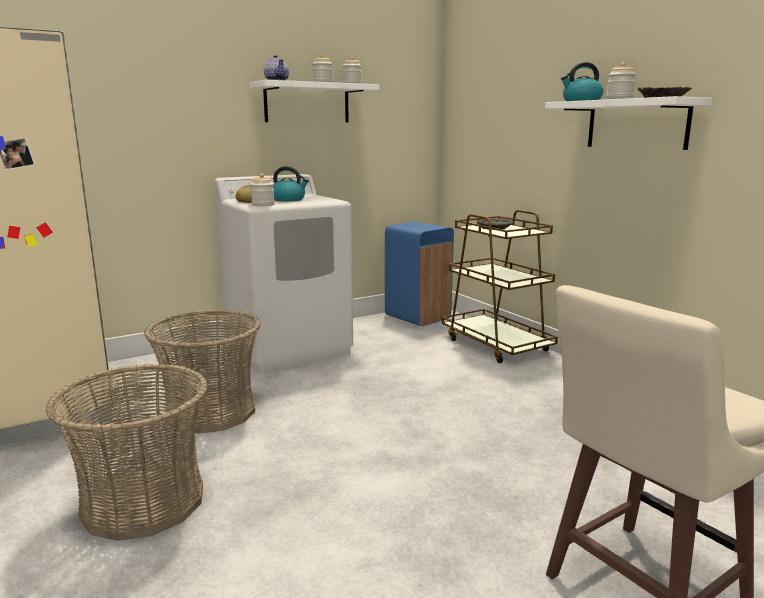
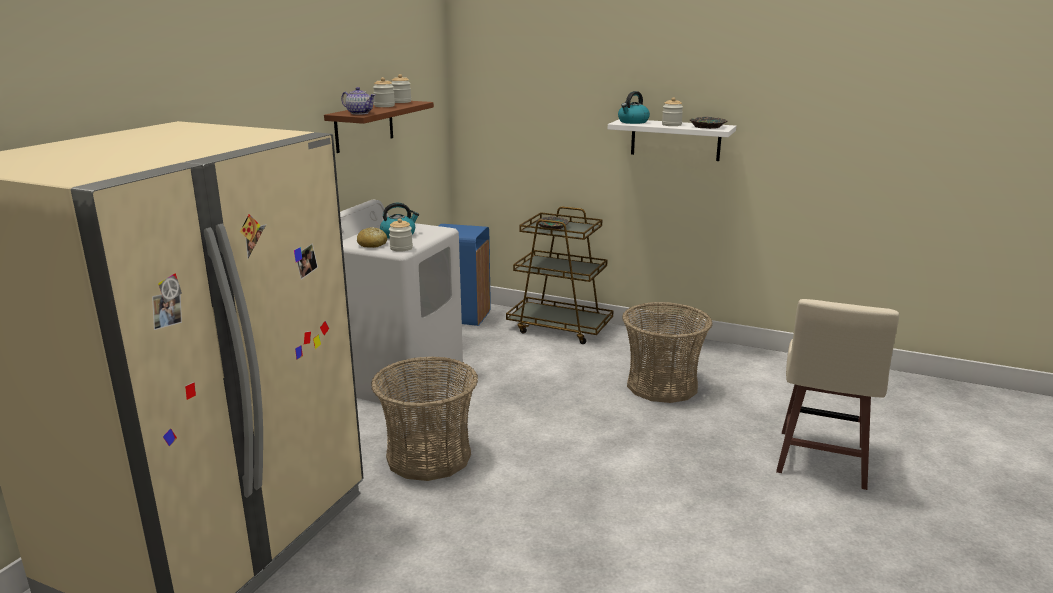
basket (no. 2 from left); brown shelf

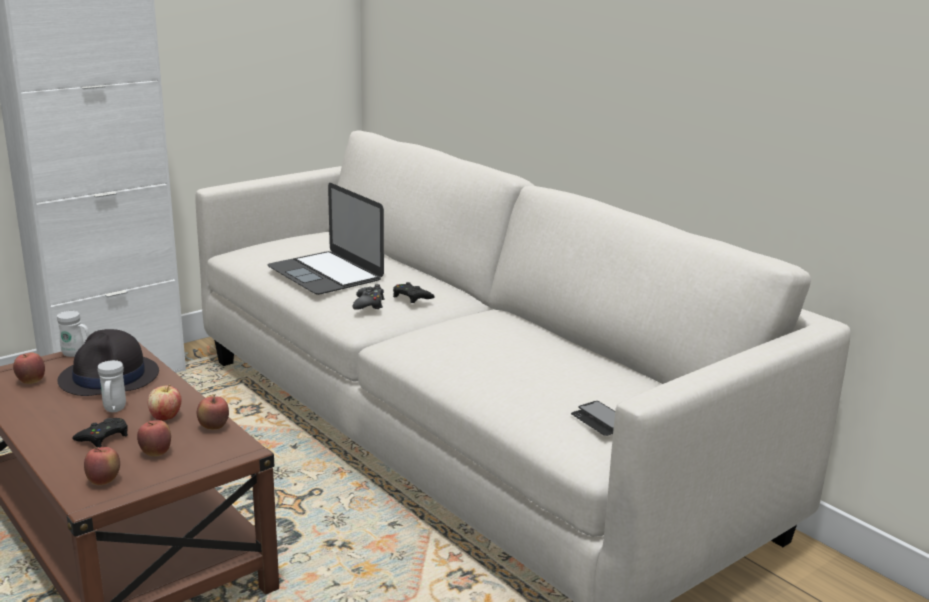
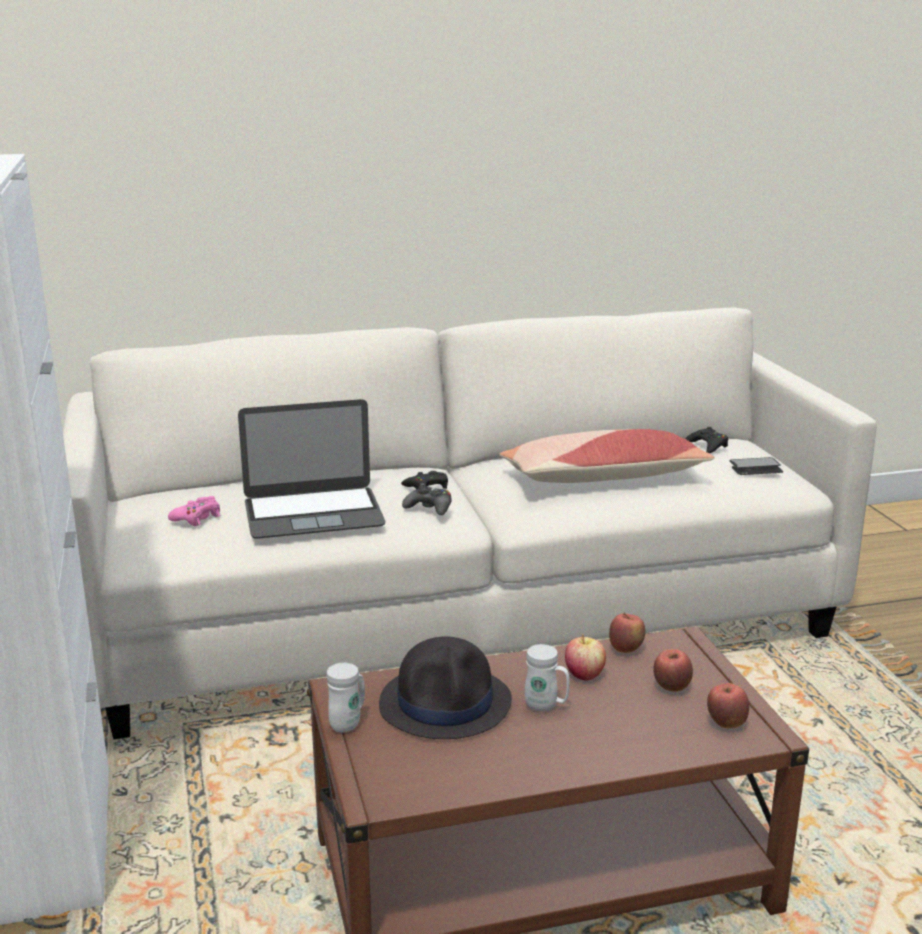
apple (no. 1 from left in the first image); pink game controller; pillow; black game controller (no. 3 from left)

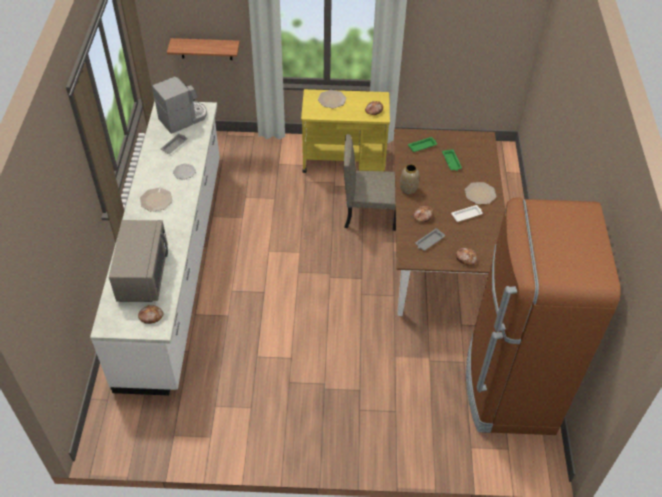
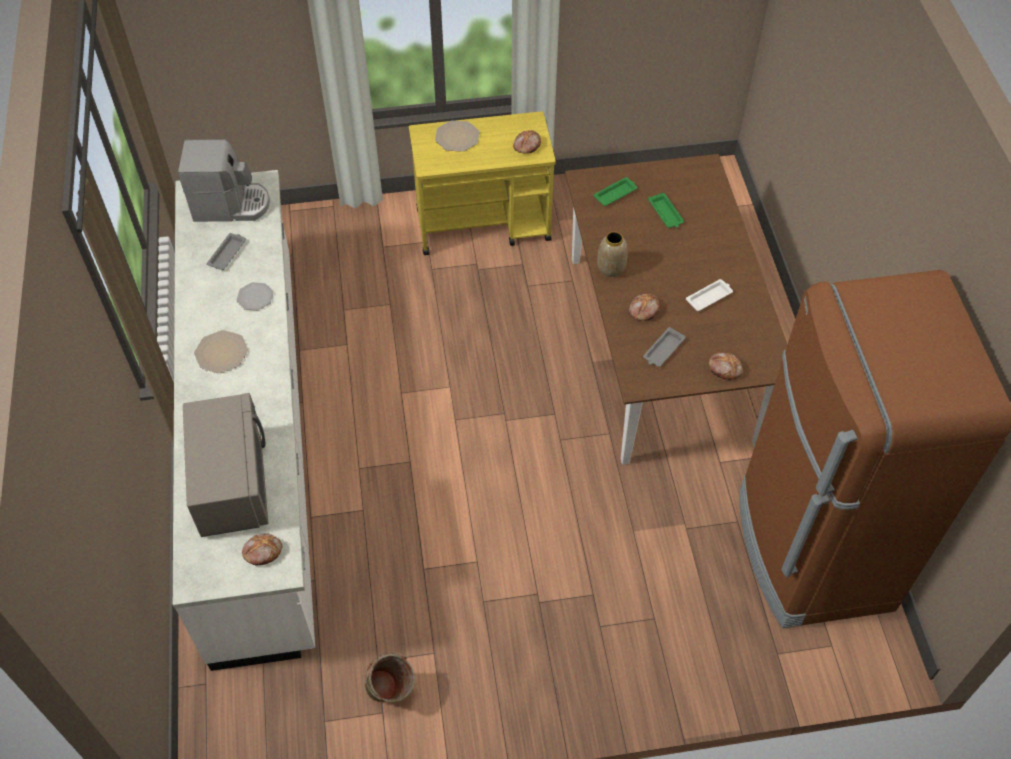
shelf; beige chair; plate (no. 4 from left in the first image); green bucket; coffee machine

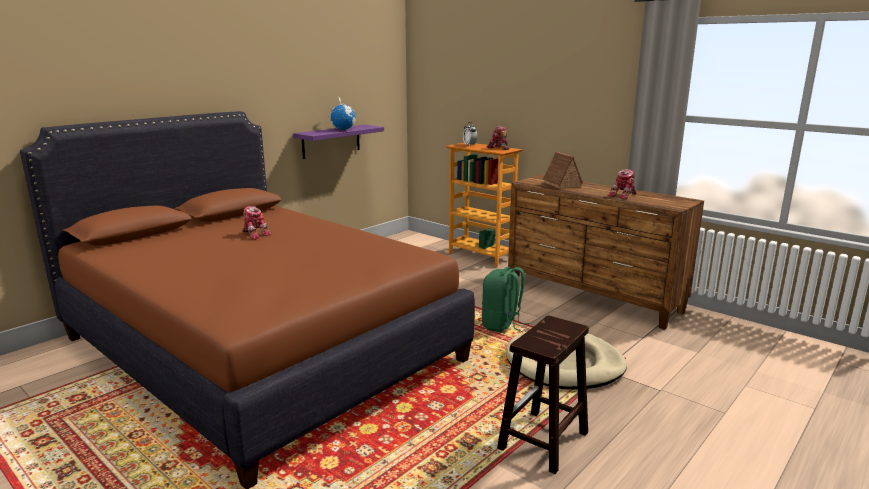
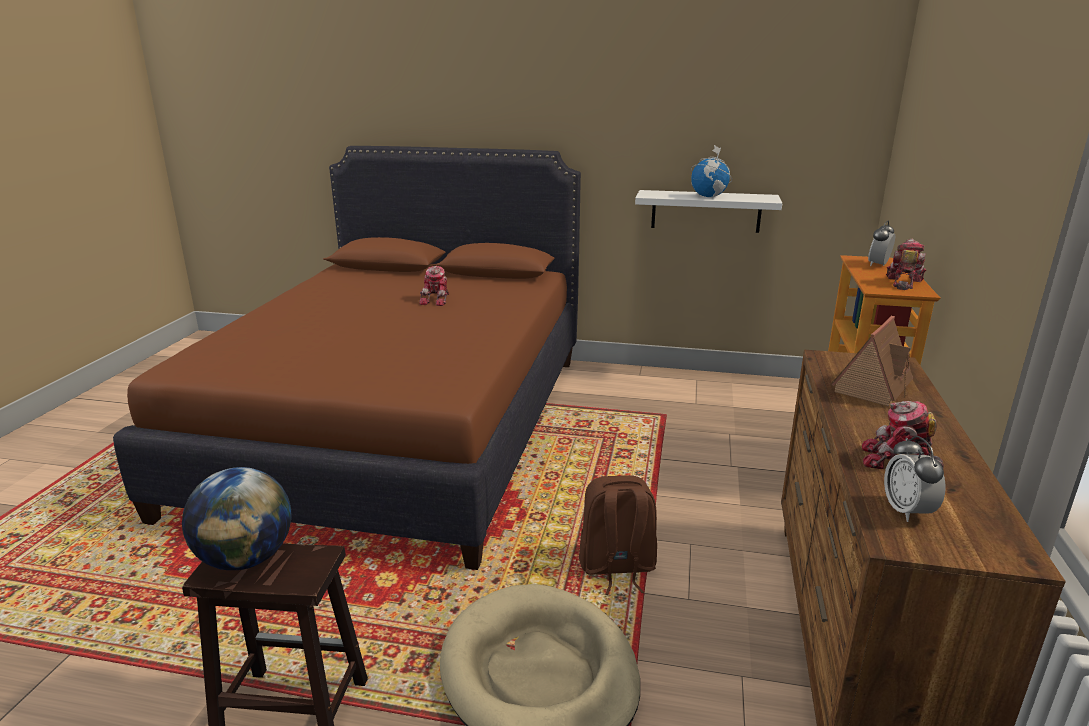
globe (no. 1 from left); alarm clock (no. 2 from left); white shelf; brown backpack

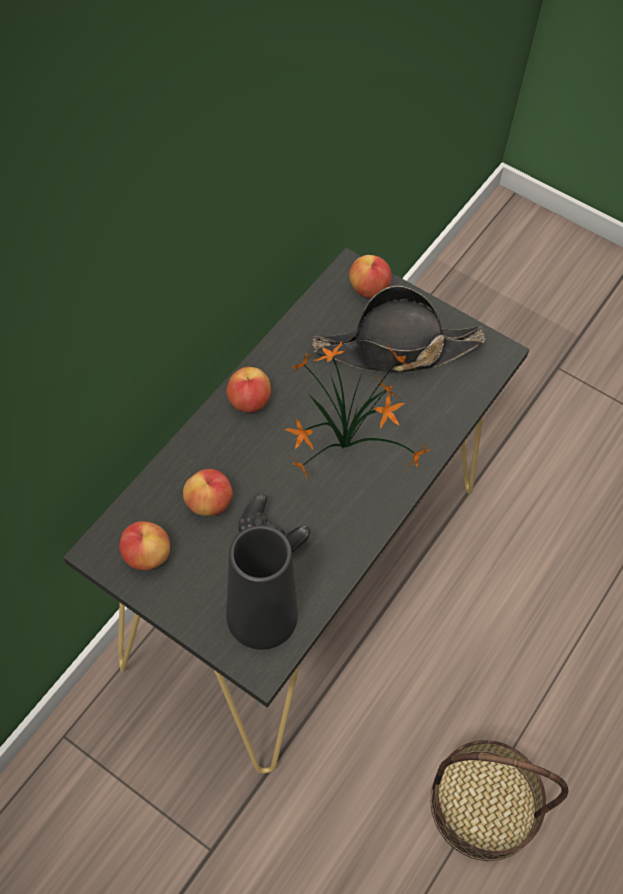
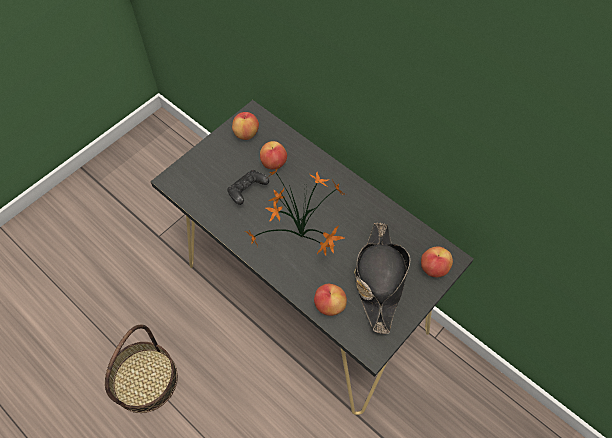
black vase; apple (no. 3 from left)

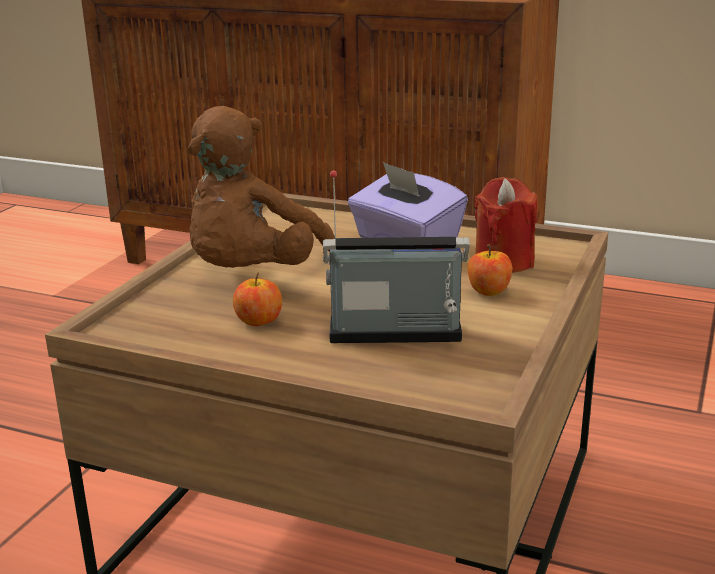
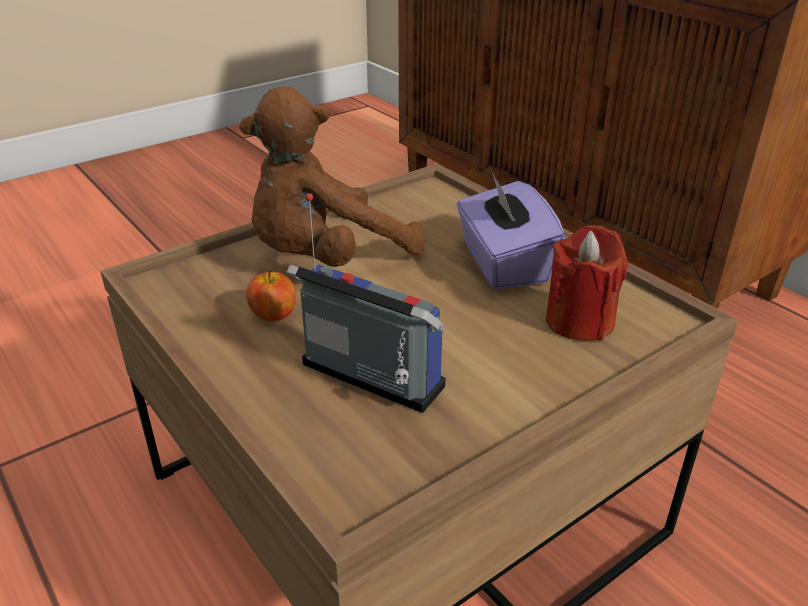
apple (no. 2 from left in the first image)

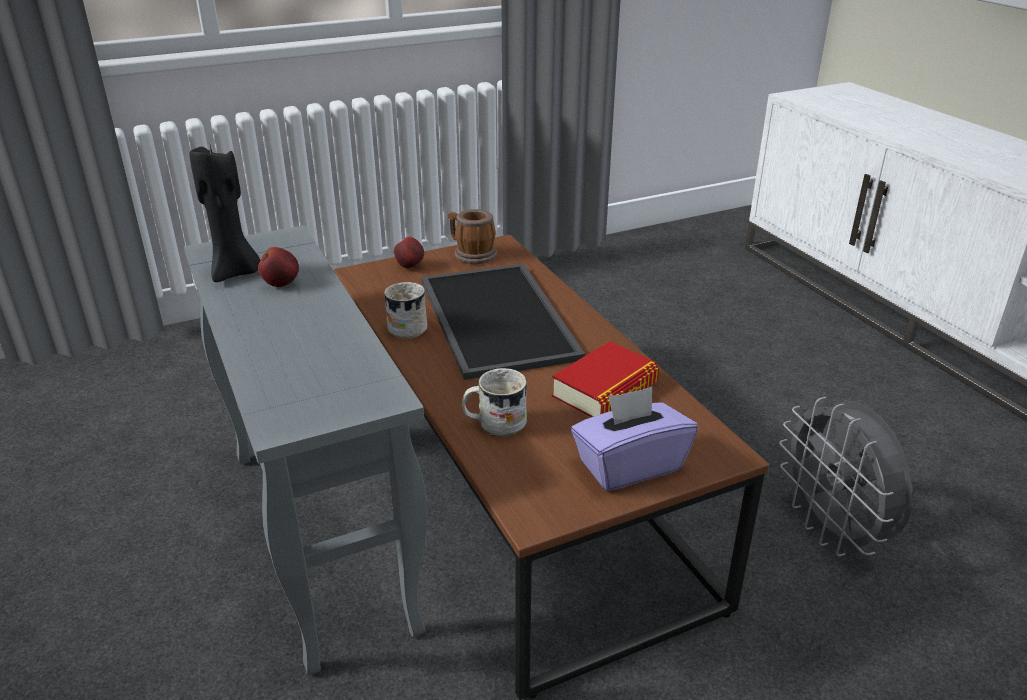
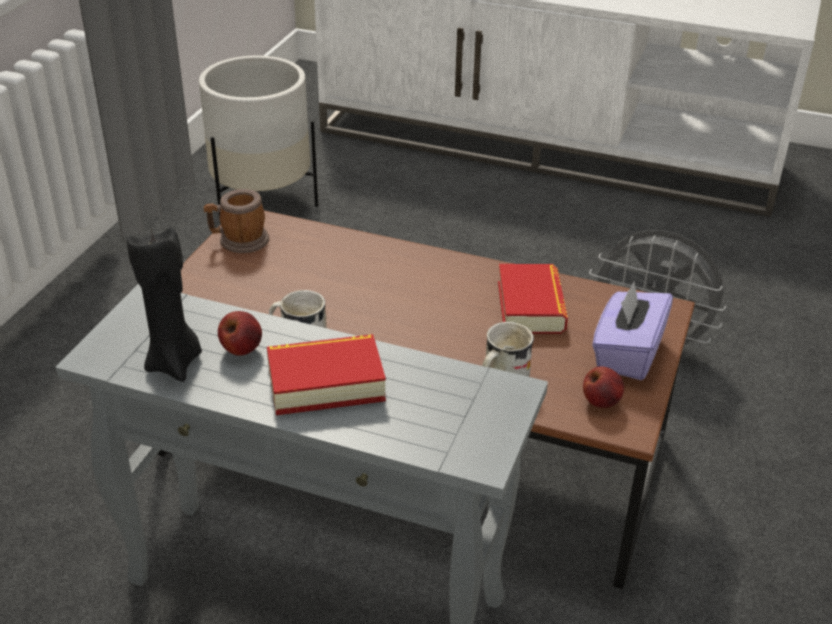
tray; white planter; book (no. 1 from left); apple (no. 2 from left)

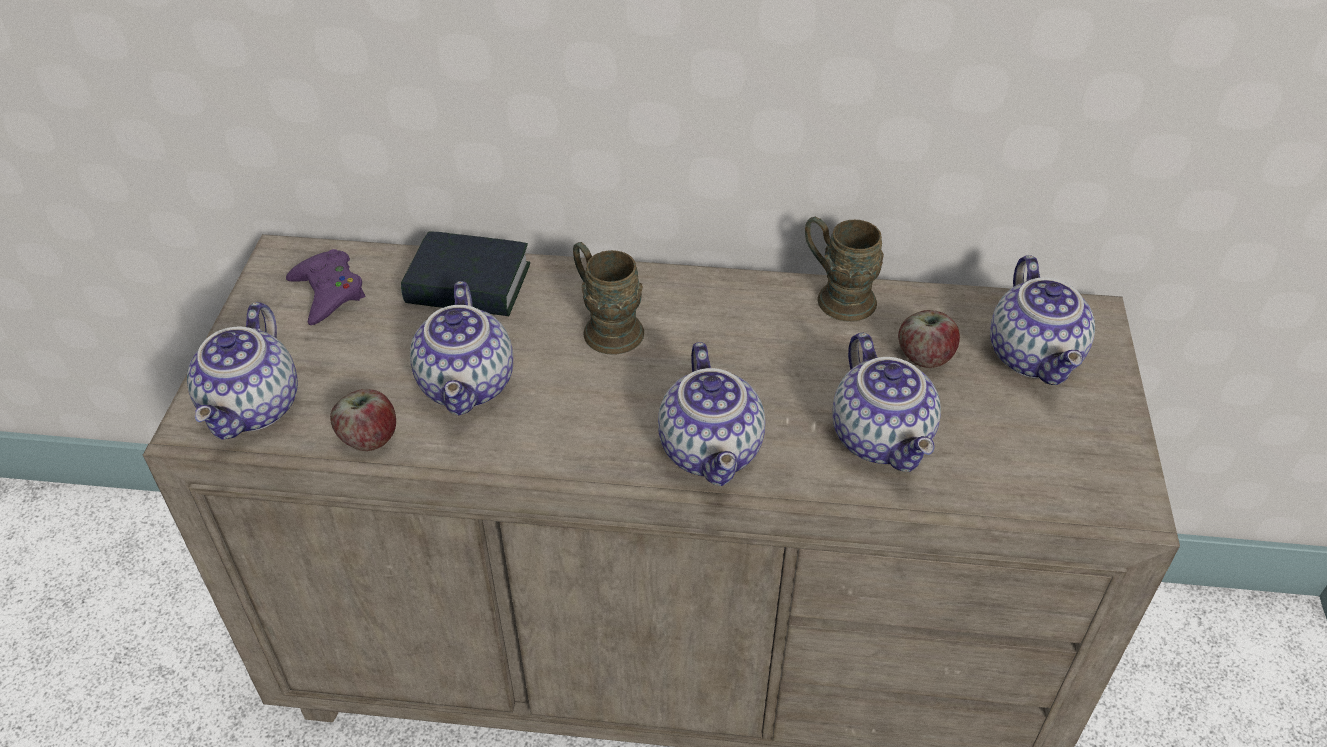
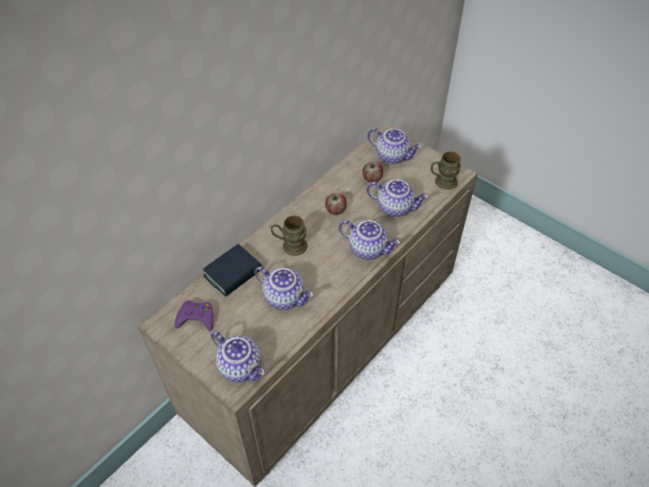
apple (no. 1 from left); brown mug (no. 2 from left)

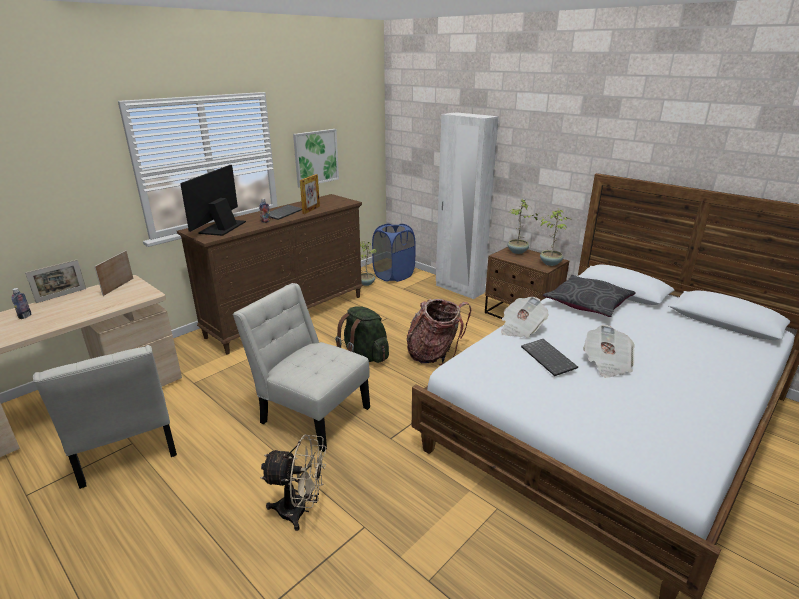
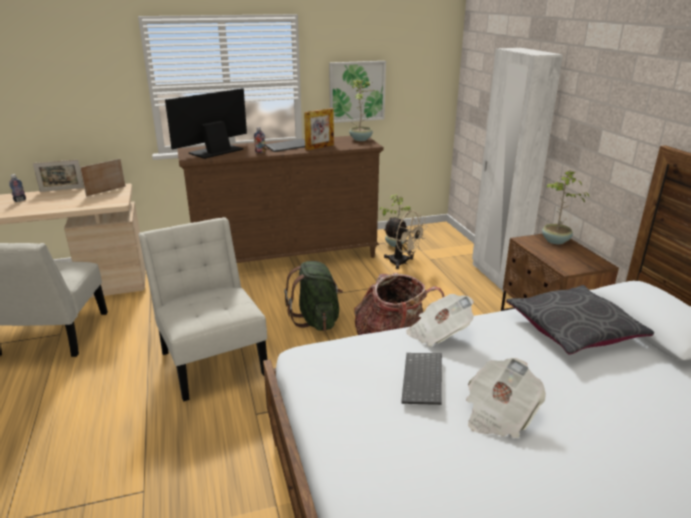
blue laundry basket; beige fan; potted plant (no. 1 from left)

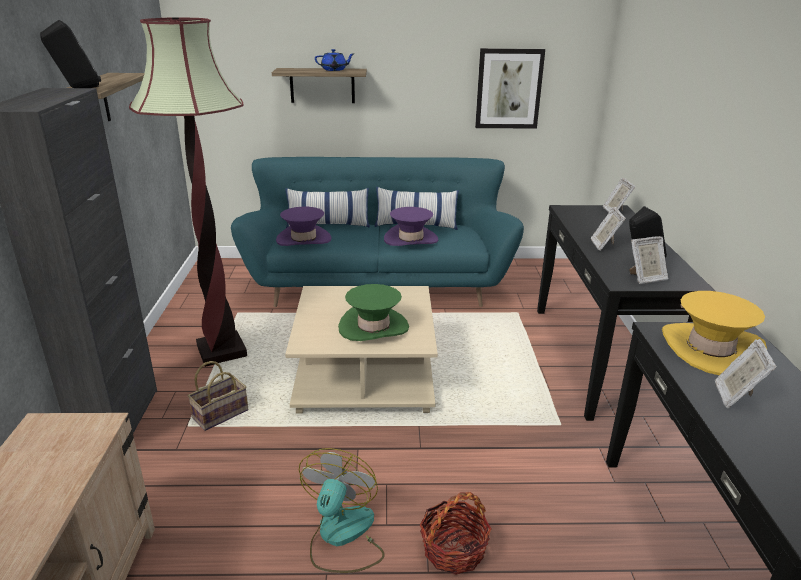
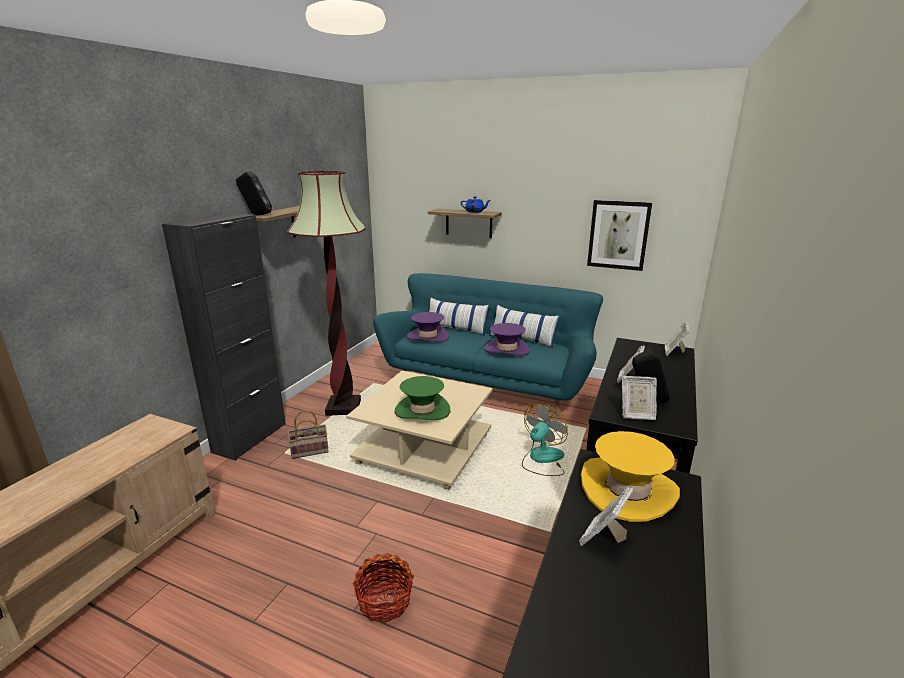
fan

